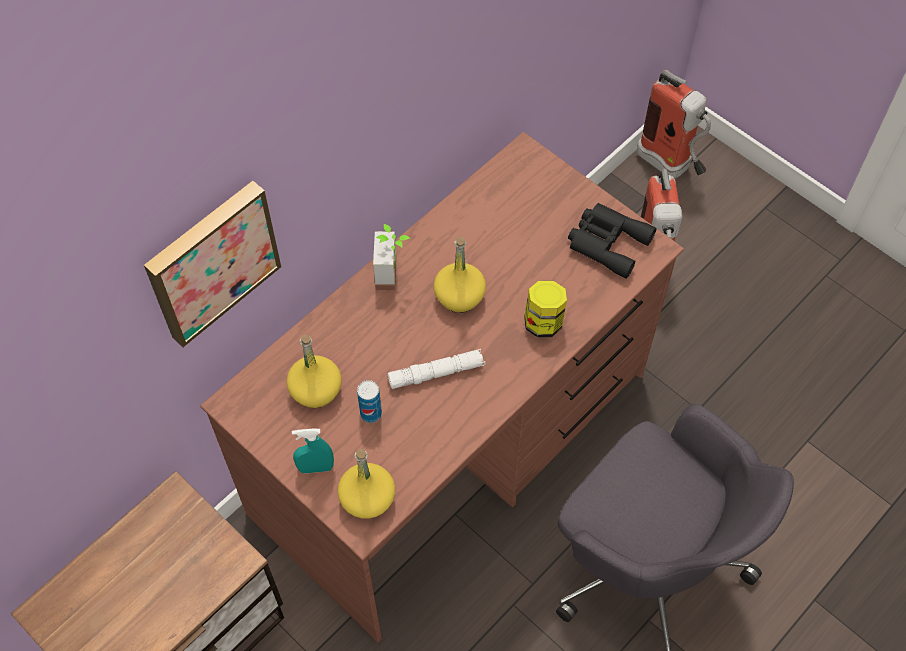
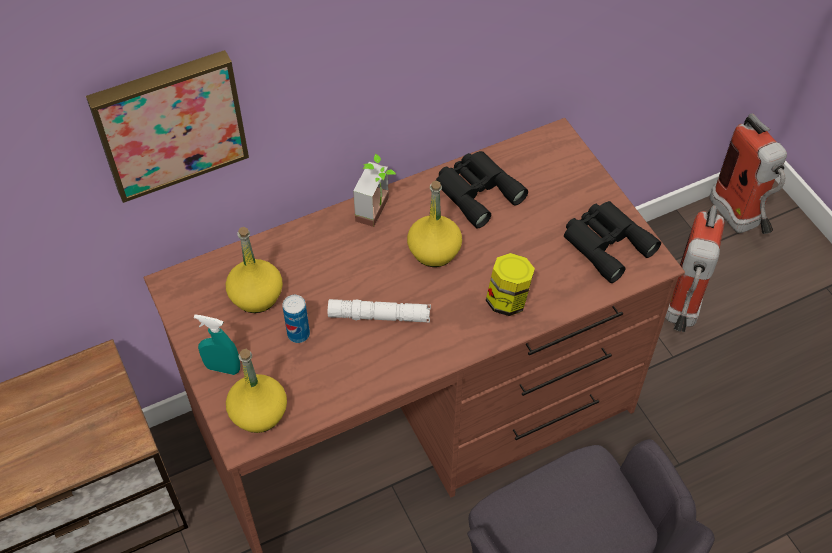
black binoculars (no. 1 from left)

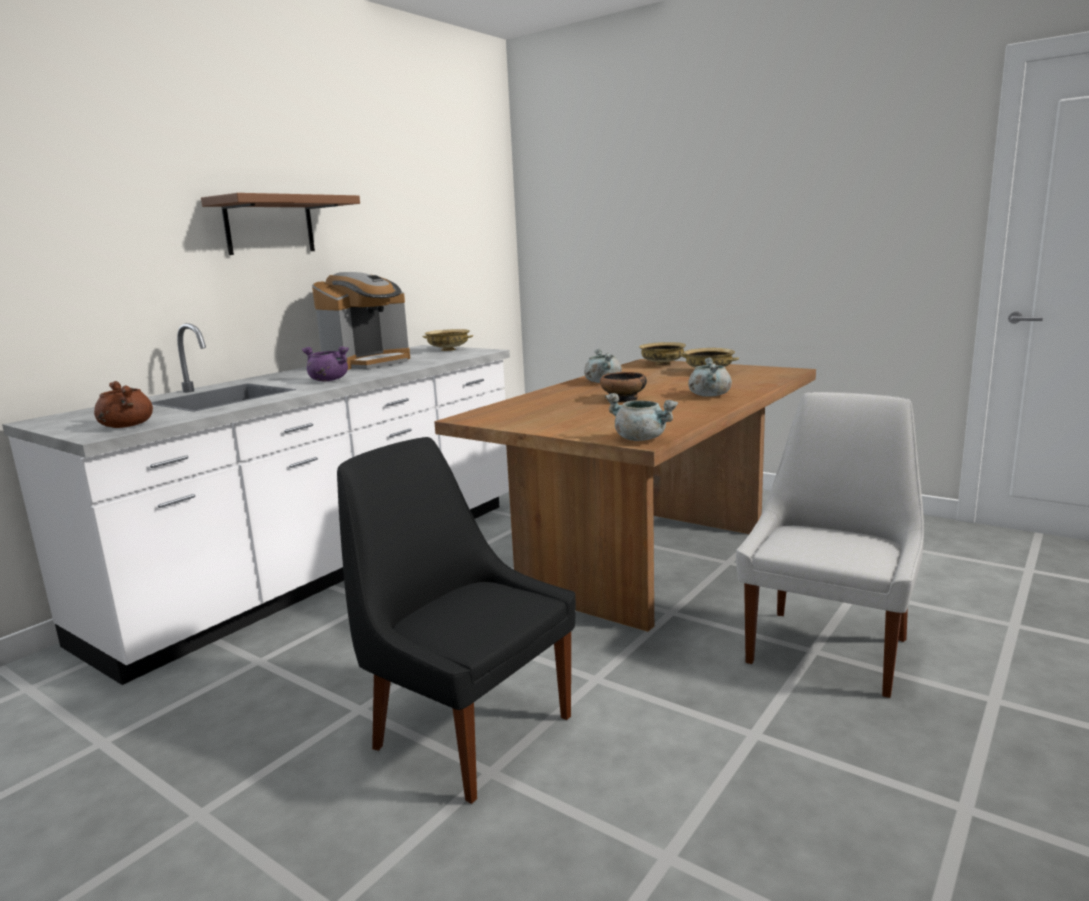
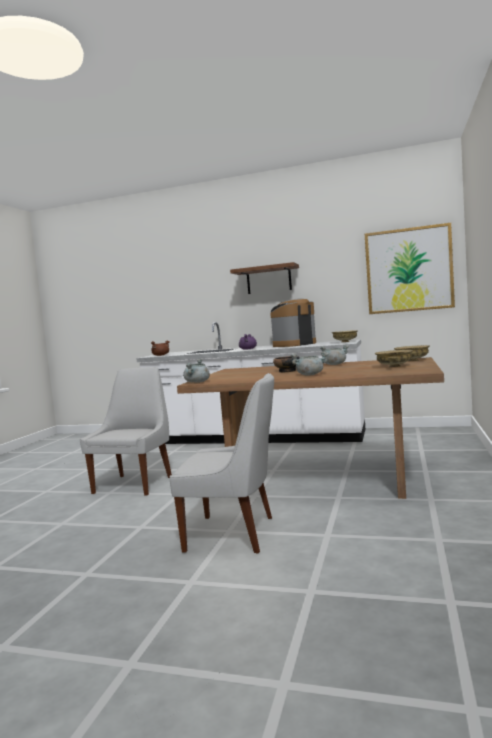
picture; white chair (no. 1 from left); coffee machine

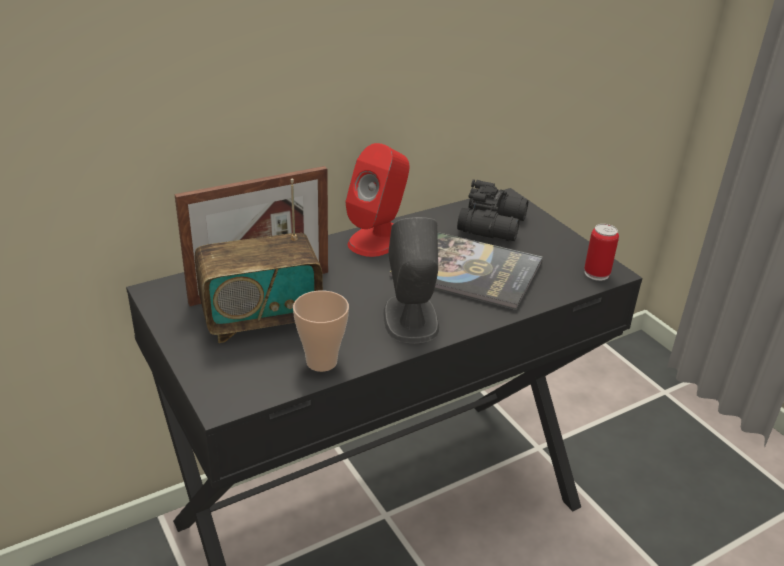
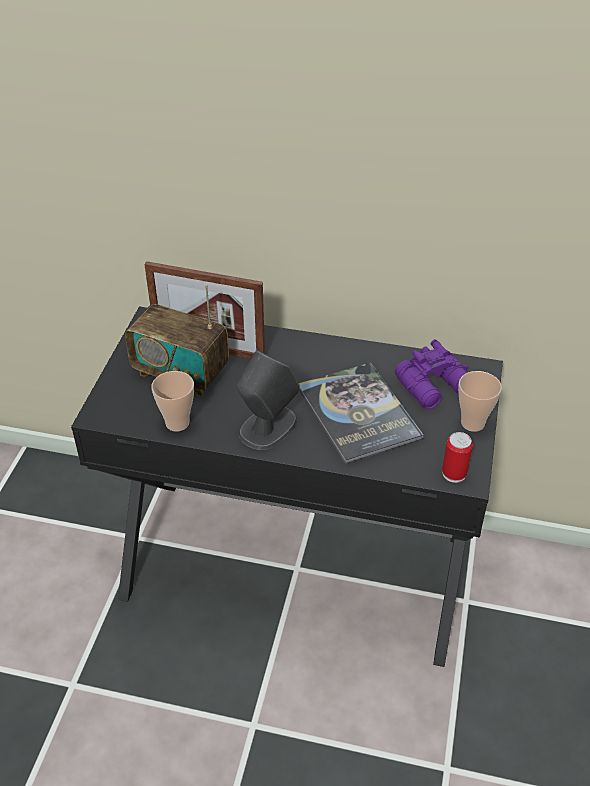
red speaker; cup (no. 2 from left); purple binoculars

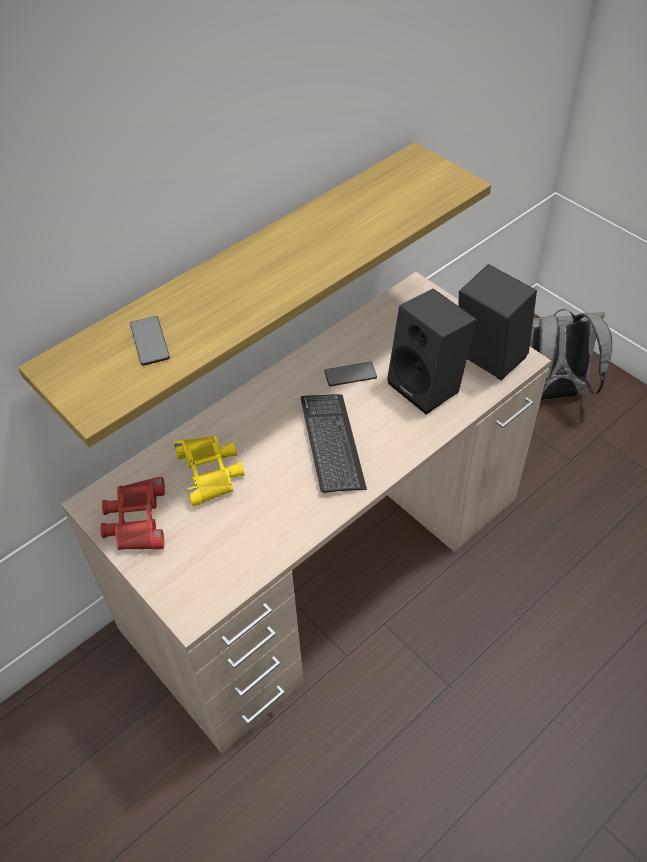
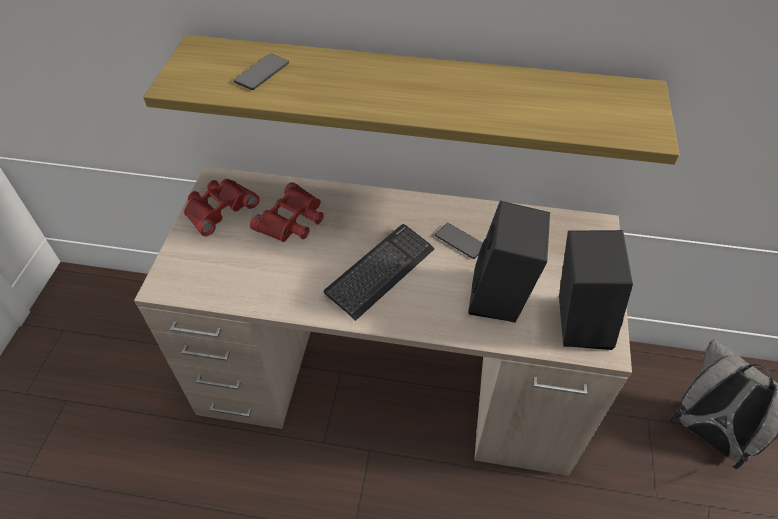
red binoculars (no. 2 from left)

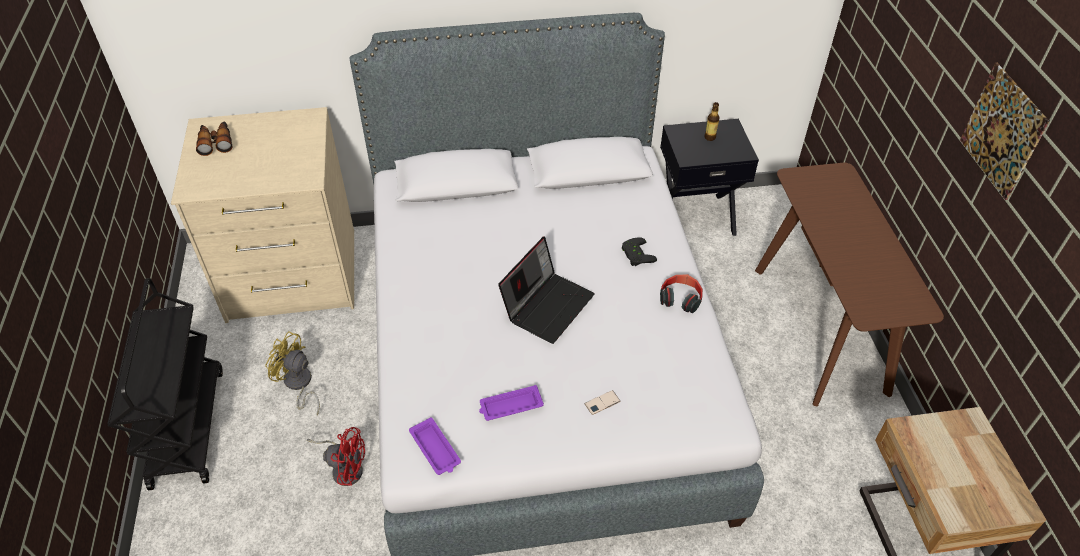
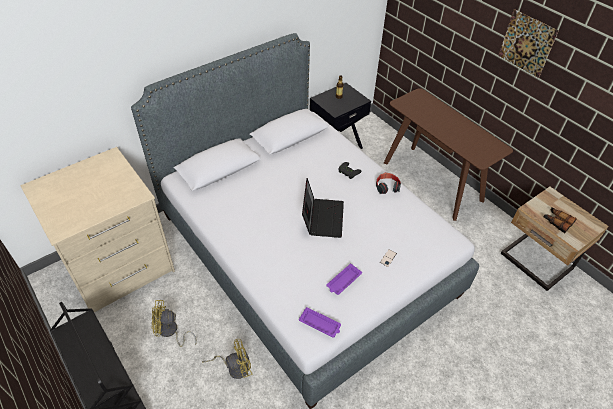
binoculars; yellow fan (no. 2 from left)

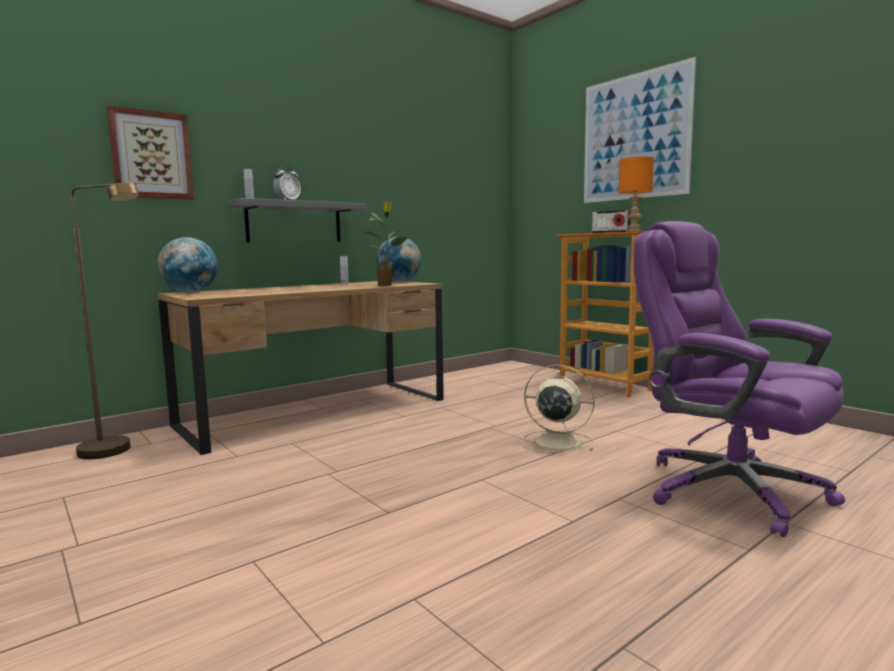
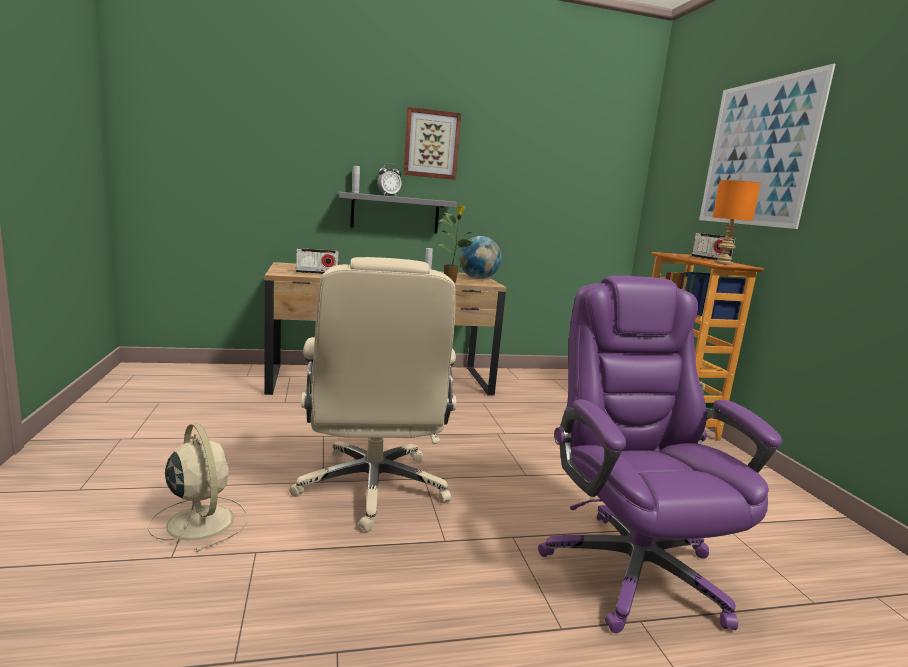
brown floor lamp; globe (no. 1 from left in the first image); beige office chair; radio (no. 1 from left); picture (no. 1 from left); beige fan

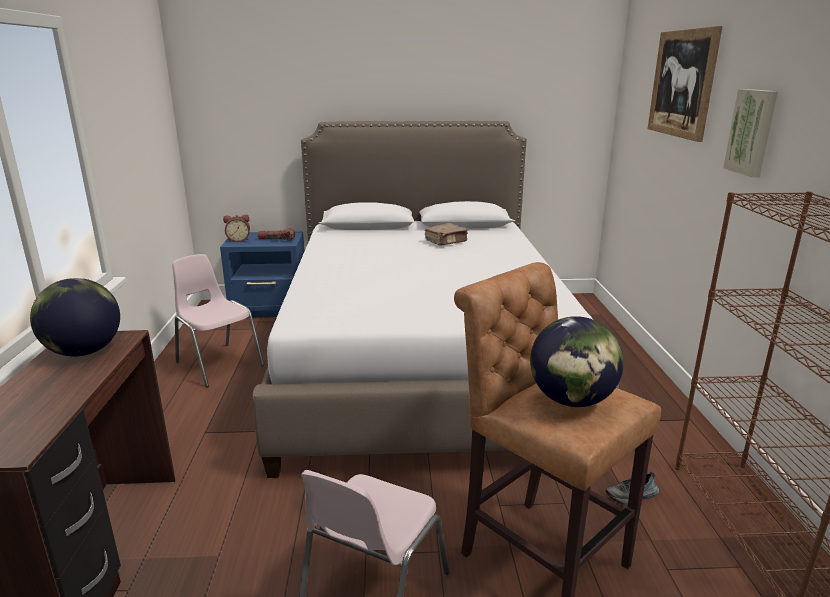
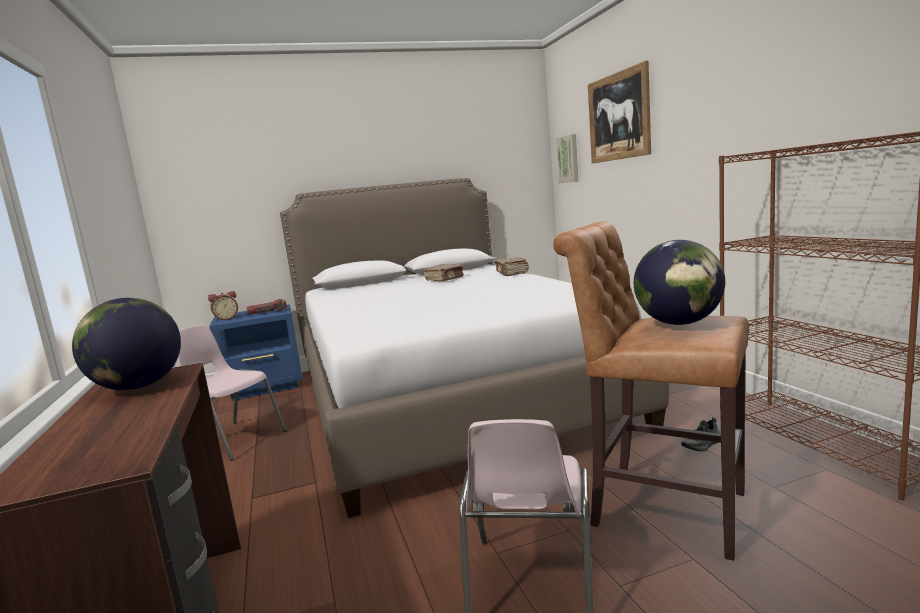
brown book (no. 2 from left); picture (no. 1 from left)

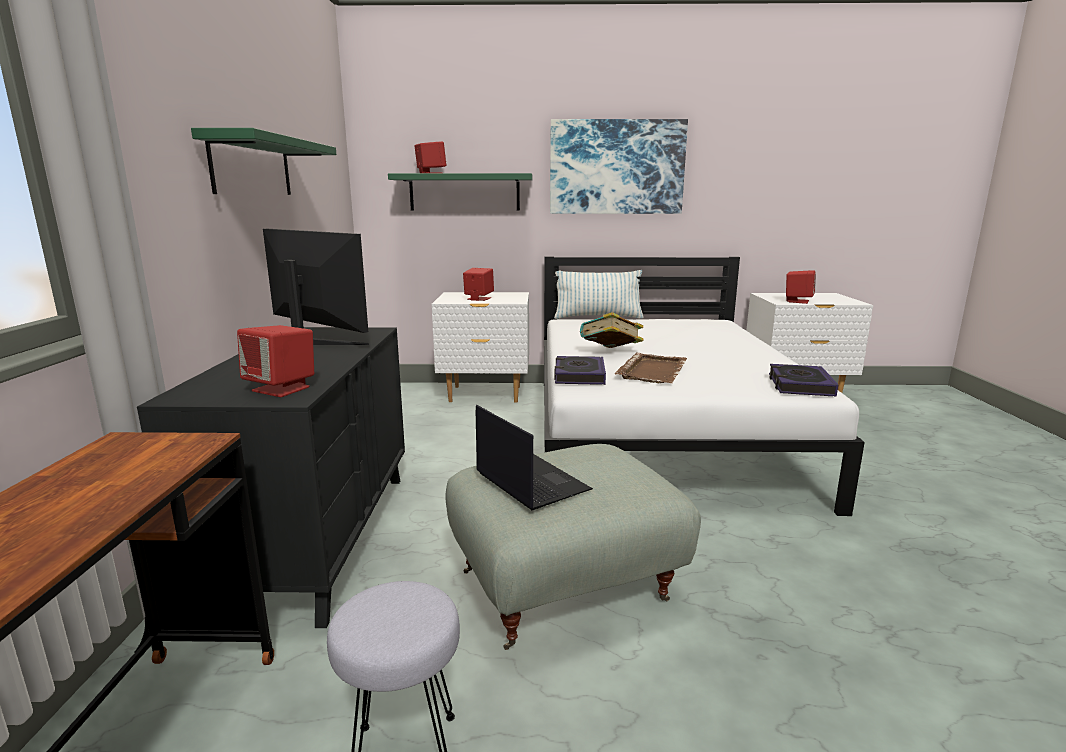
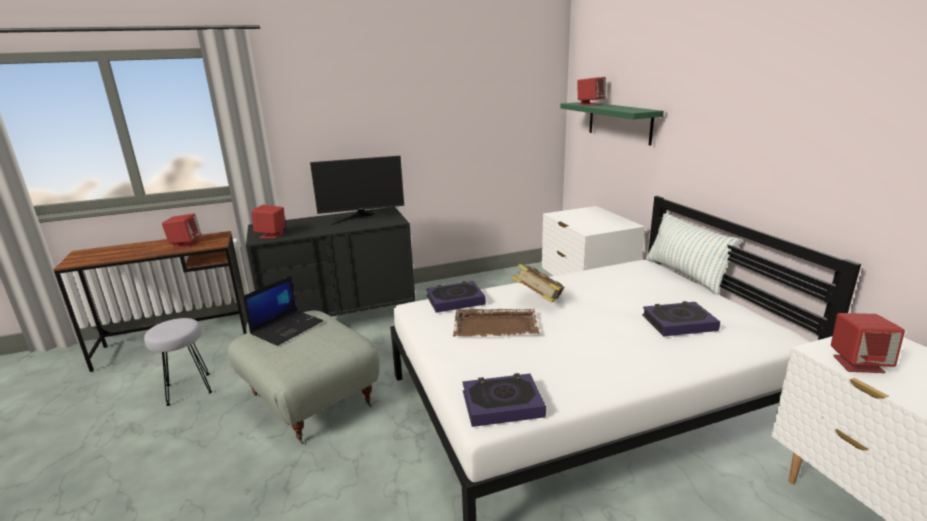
green shelf (no. 1 from left in the first image); picture; book (no. 4 from left); red speaker (no. 1 from left); monitor

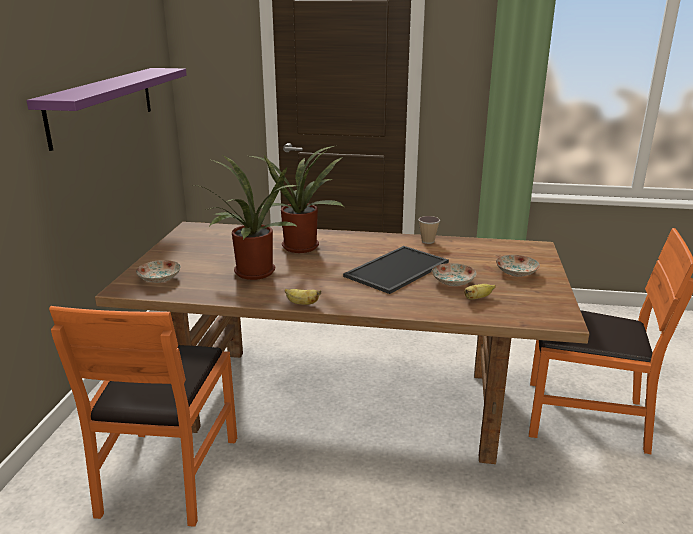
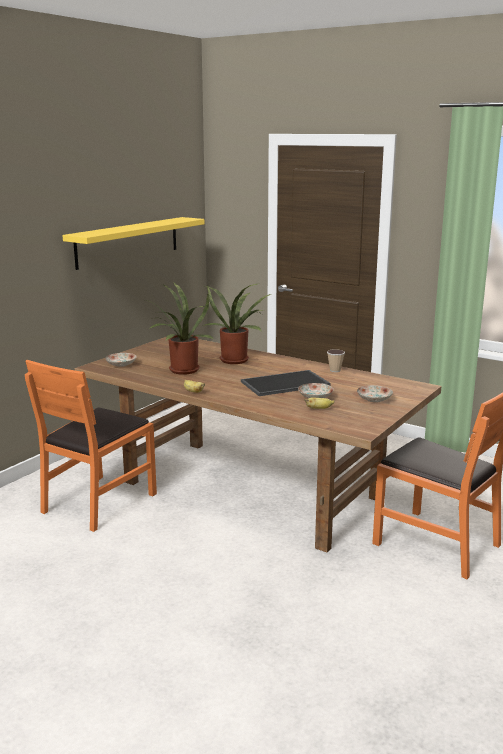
yellow shelf

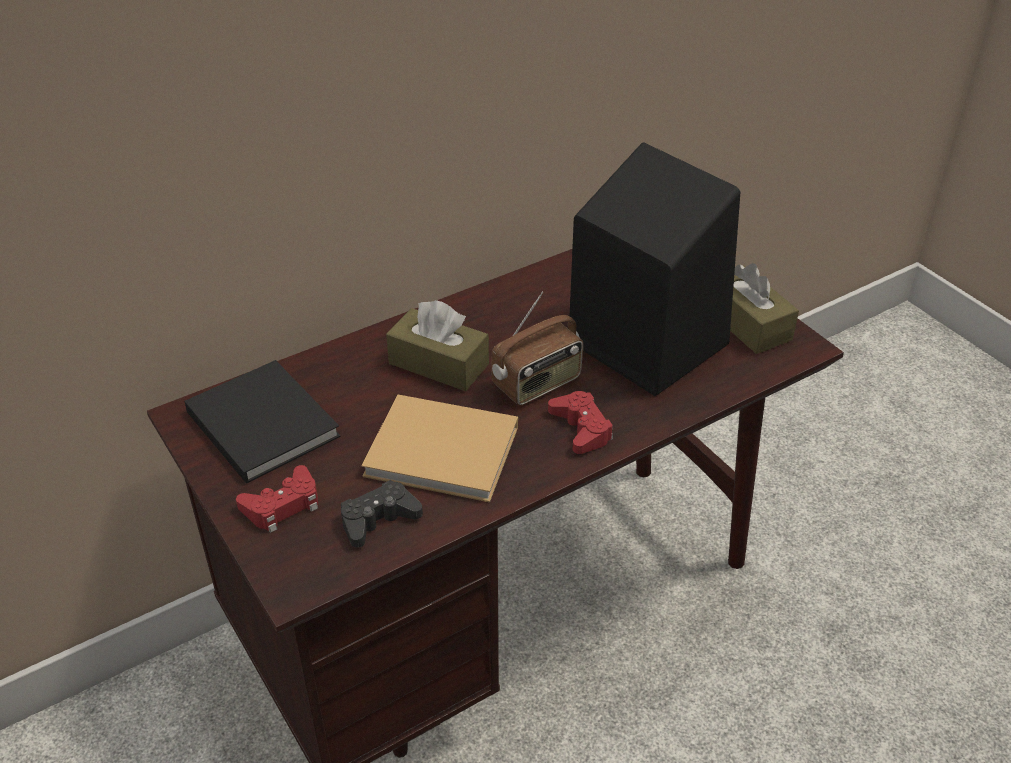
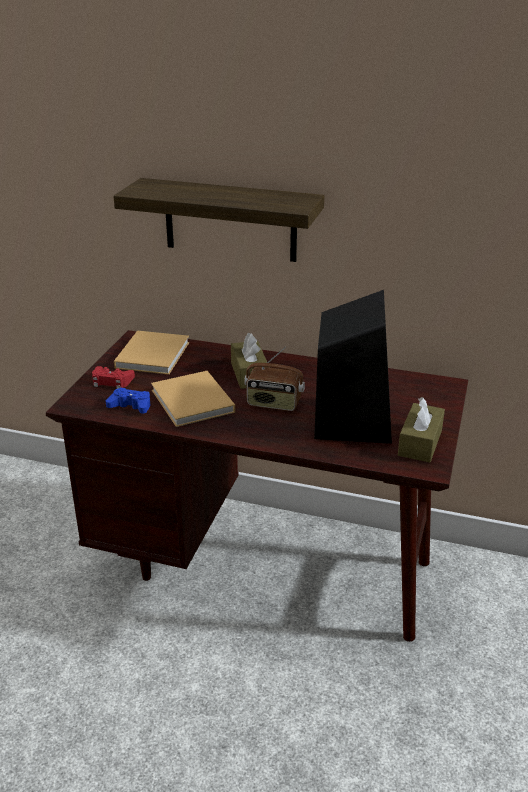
red game controller (no. 2 from left in the first image); shelf; beige book (no. 1 from left); blue game controller

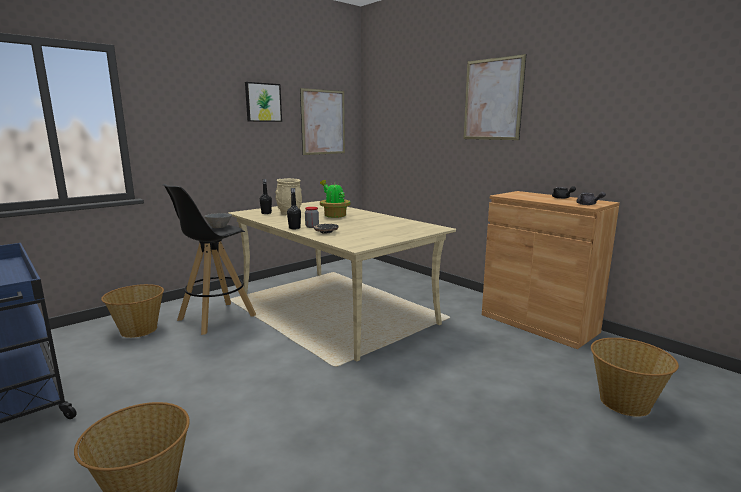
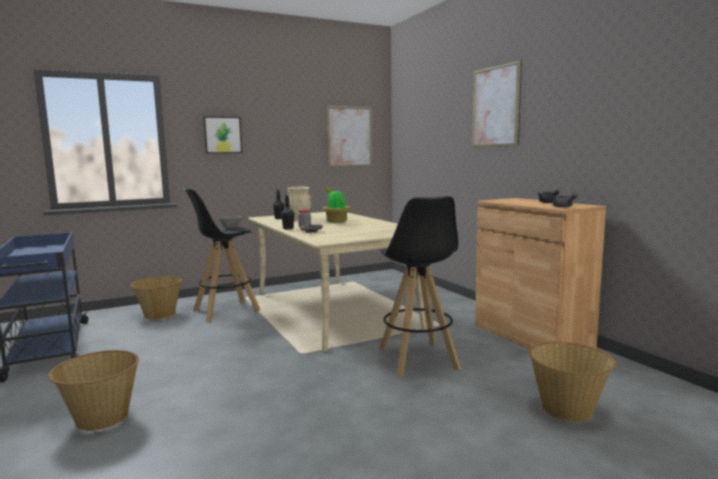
black stool (no. 2 from left); picture (no. 1 from left)

